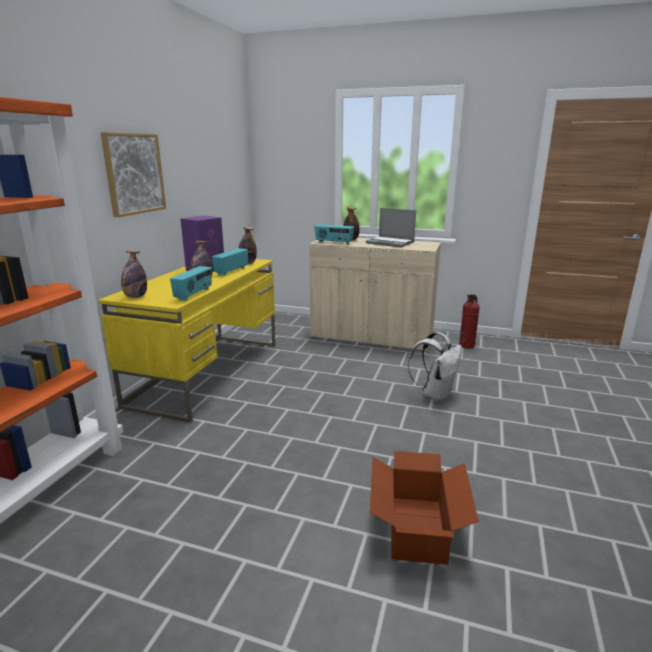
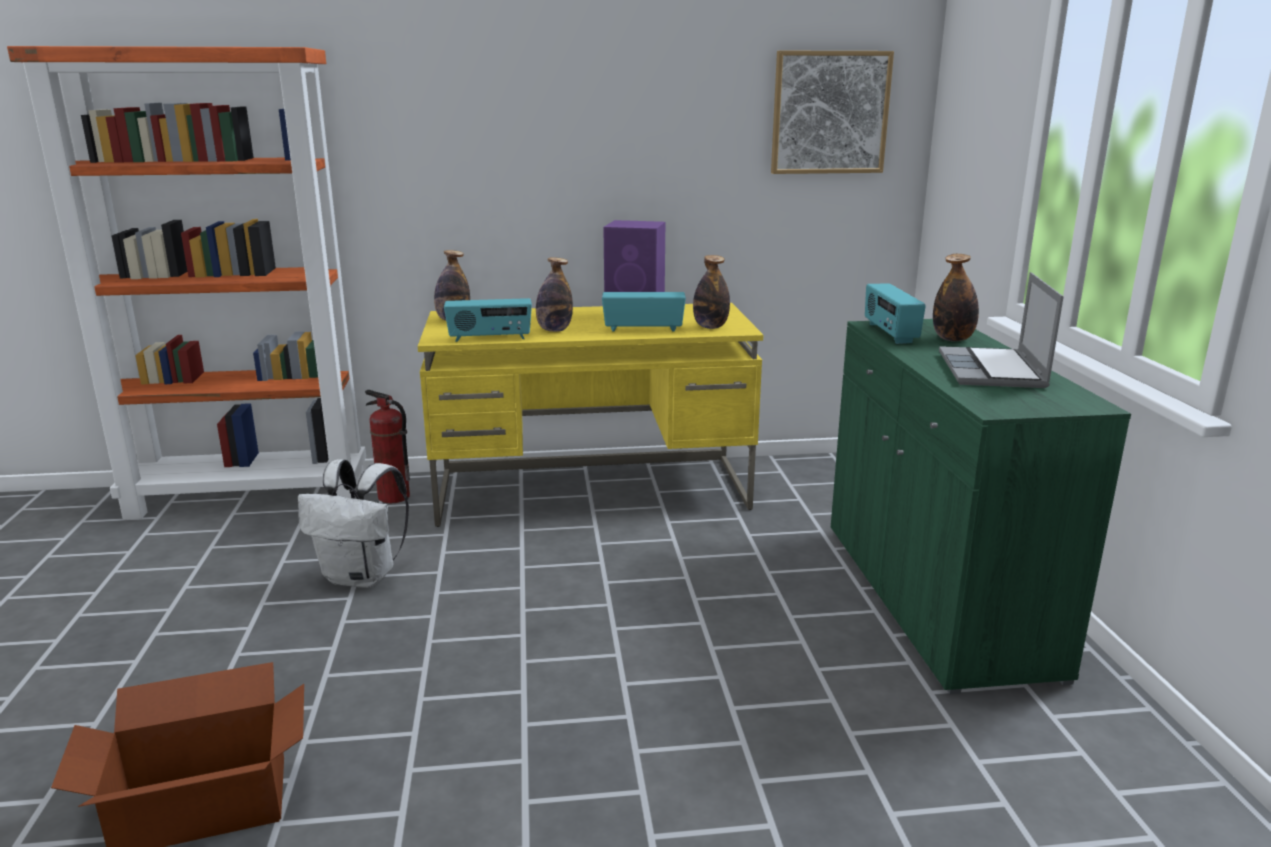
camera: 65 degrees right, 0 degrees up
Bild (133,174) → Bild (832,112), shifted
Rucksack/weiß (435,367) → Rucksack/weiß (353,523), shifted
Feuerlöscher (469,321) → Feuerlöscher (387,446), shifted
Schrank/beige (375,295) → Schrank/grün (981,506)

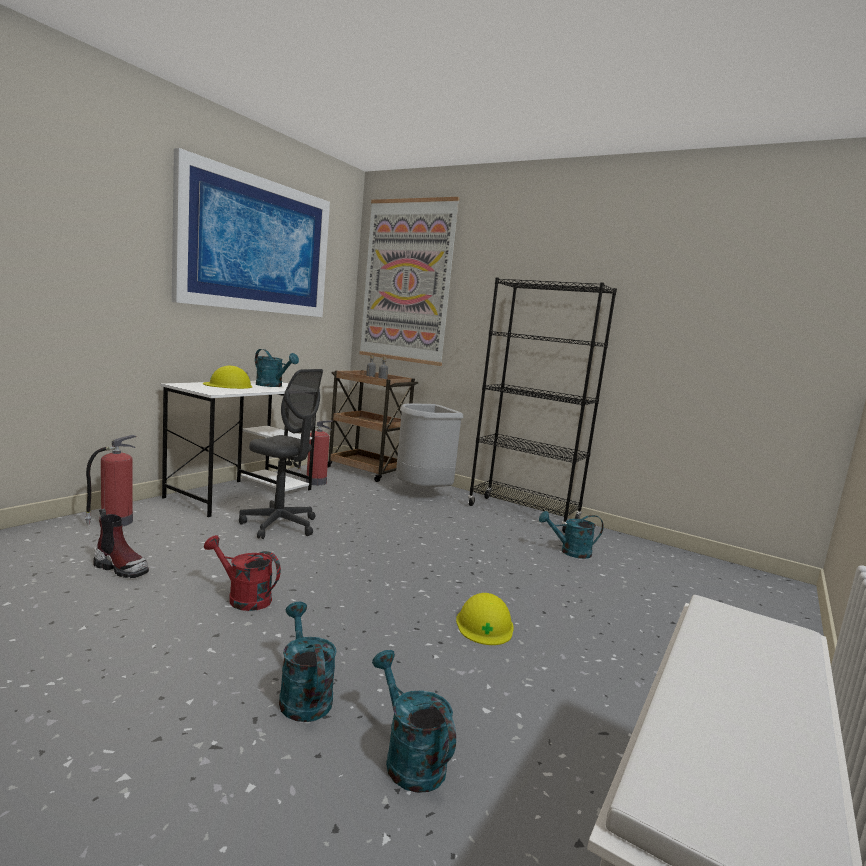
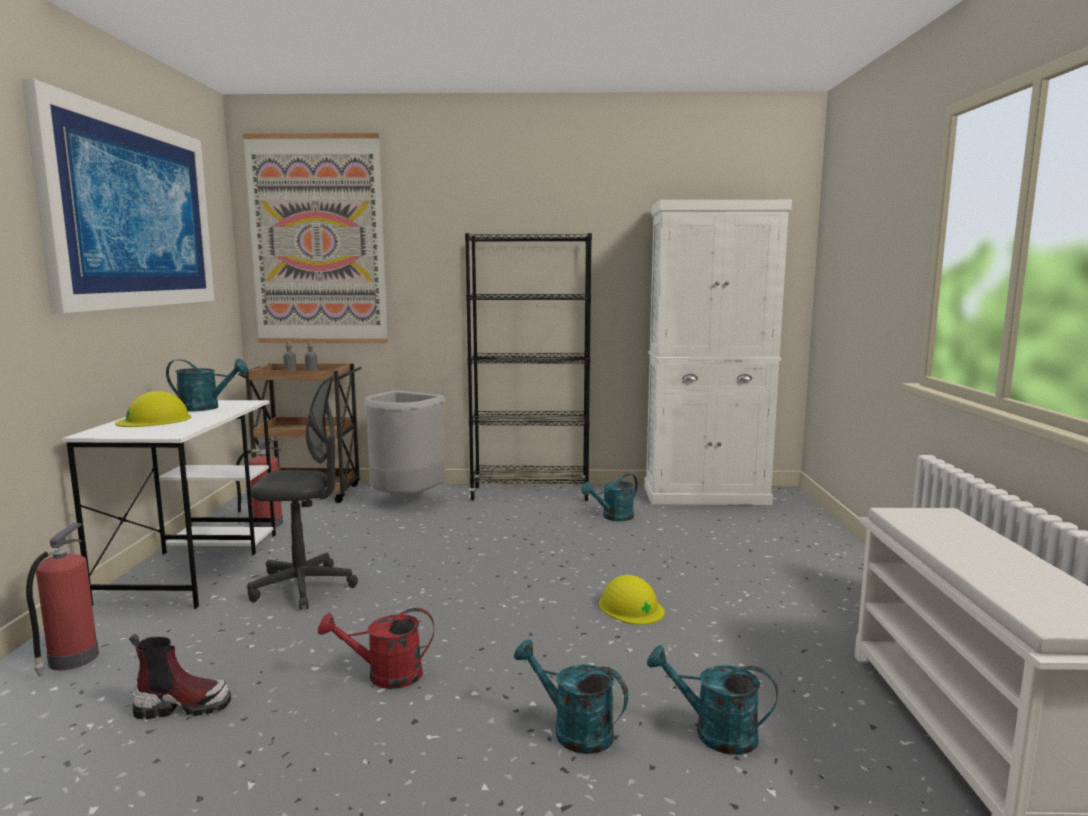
camera: 30 degrees left, 0 degrees up
- → Schrank/weiß (718,352)

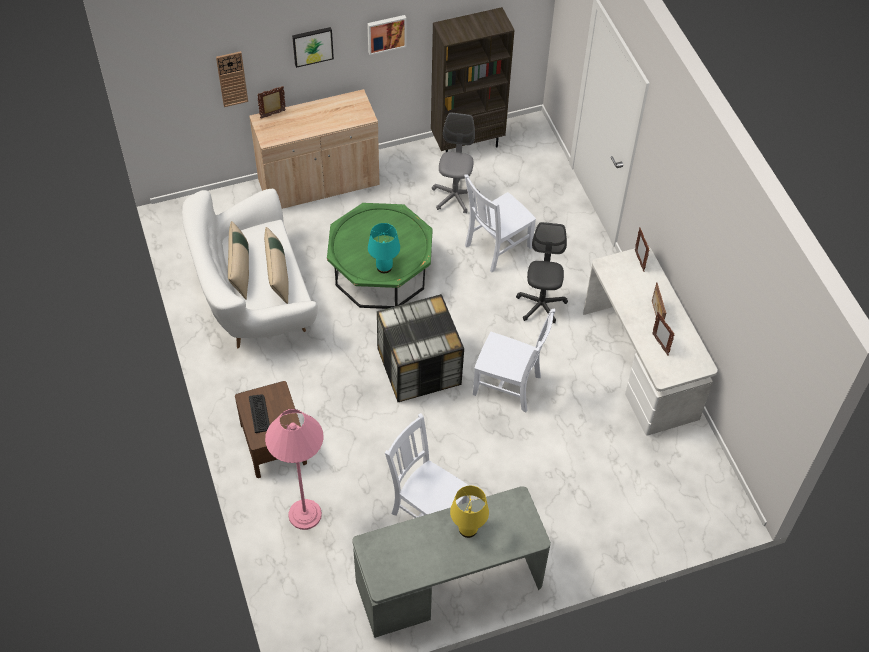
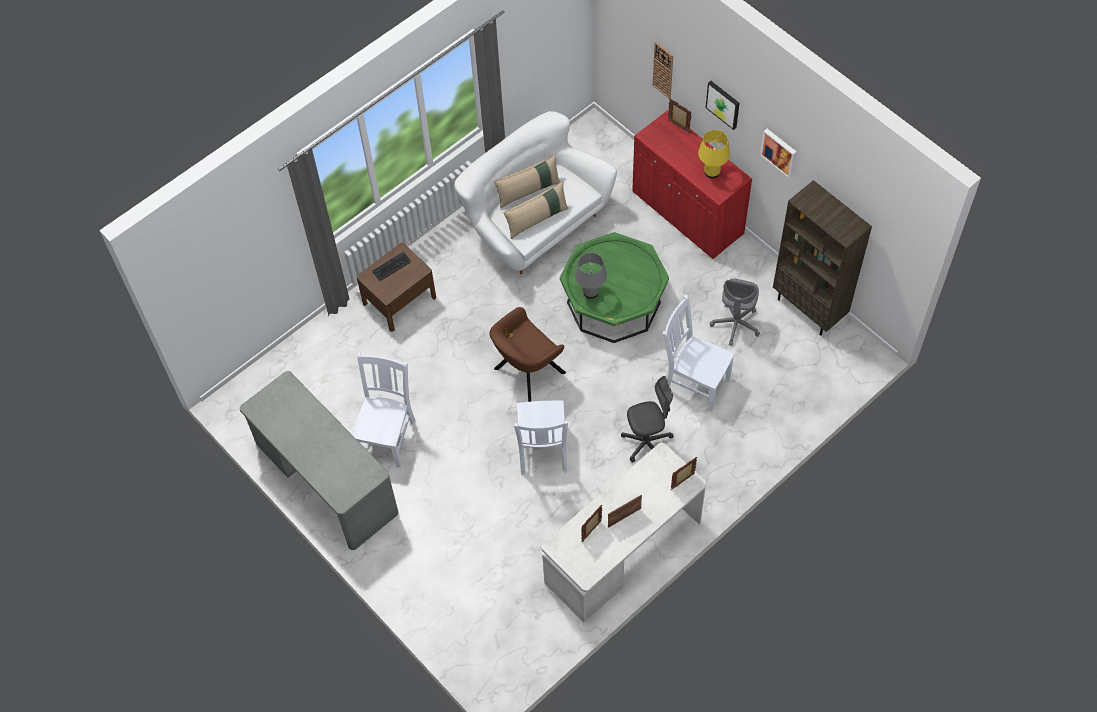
camera: 70 degrees right, 5 degrees up
Stehlampe/rosa (294,469) → -
Tischlampe/gelb (469,512) → Tischlampe/gelb (714,154), shifted
Aufbewahrungsbox (420,348) → Sessel/braun (527,354)
Schrank/beige (314,149) → Schrank/rot (692,184)
Tischlampe/türkis (384,248) → Tischlampe/grau (591,276)
Bürostuhl/grau (456,162) → Bürostuhl/grau (735,312), 120 degrees clockwise

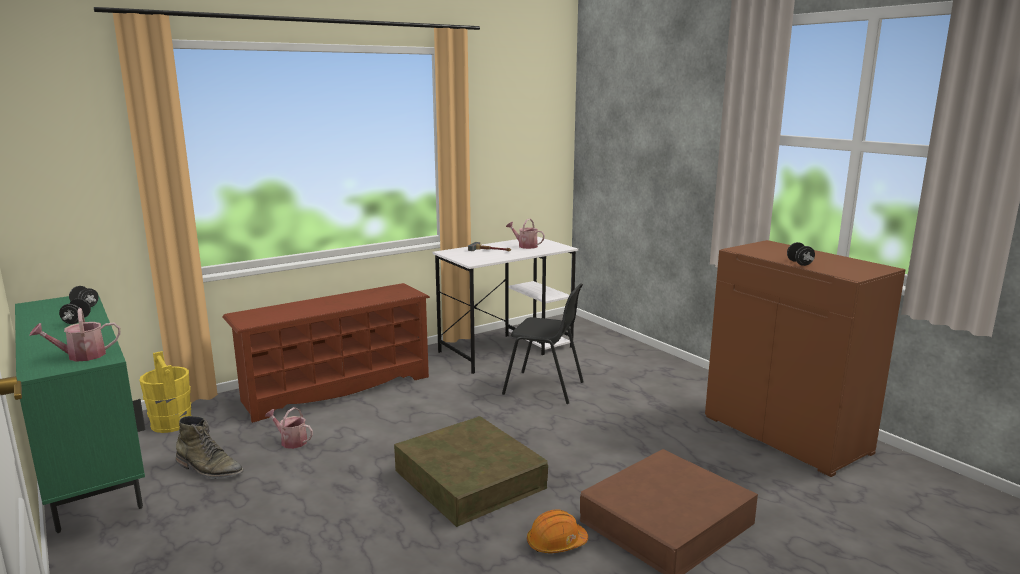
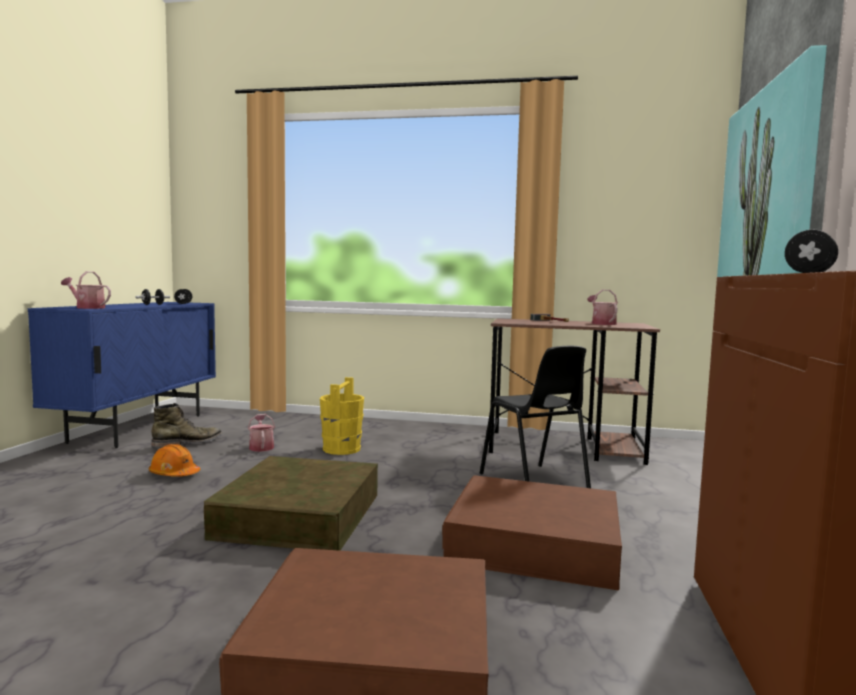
camera: 45 degrees right, 10 degrees down
Schuhregal/braun (326,353) → -
- → Aufbewahrungsbox/braun (532,532)
- → Bild (772,161)
Eimer/gelb (165,392) → Eimer/gelb (342,416), shifted
Schutzhelm/orange (557,531) → Schutzhelm/orange (174,460), shifted
Schrank/grün (80,412) → Schrank/blau (122,375)
Schreibtisch/weiß (505,305) → Schreibtisch/braun (574,391)
Stiefel/grün (210,447) → Stiefel/grün (186,425), 120 degrees counterclockwise

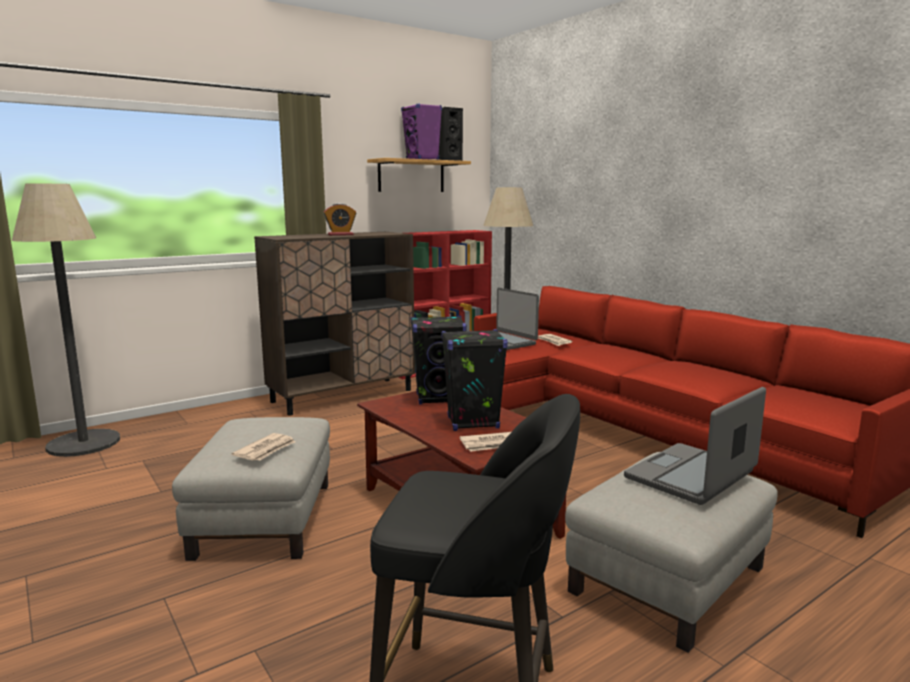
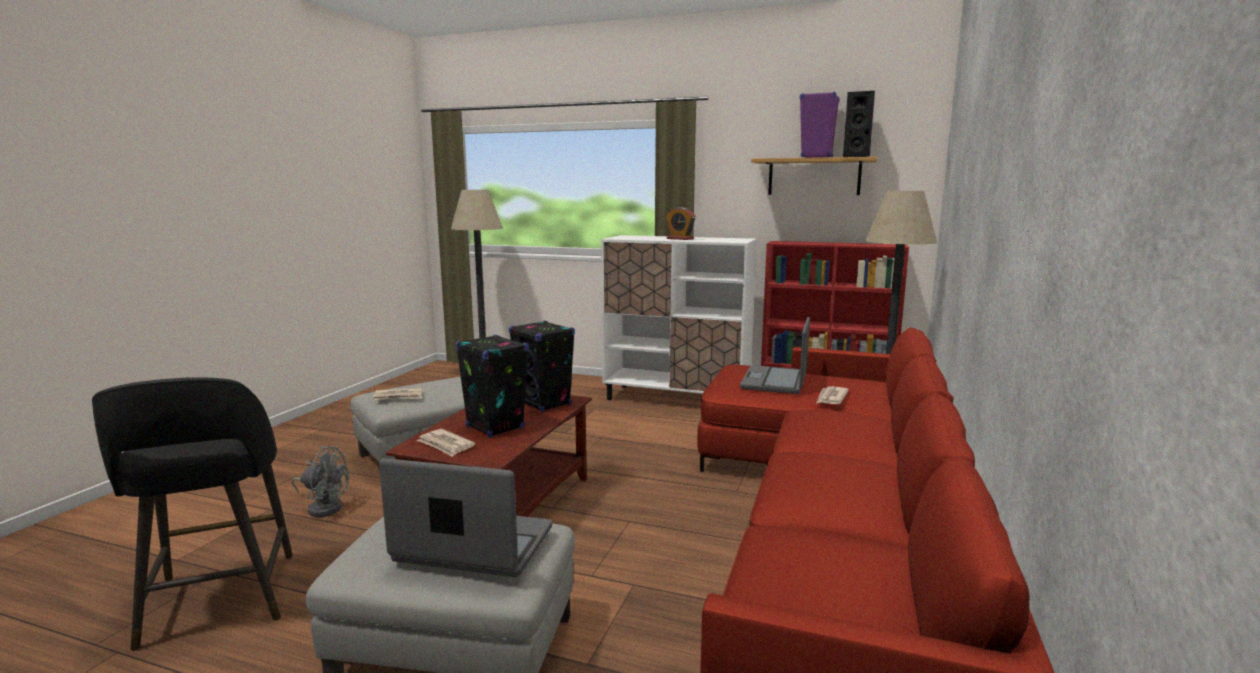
camera: 55 degrees right, 0 degrees up
- → Ventilator/grau (320,481)
Schrank/braun (334,324) → Schrank/weiß (679,317)

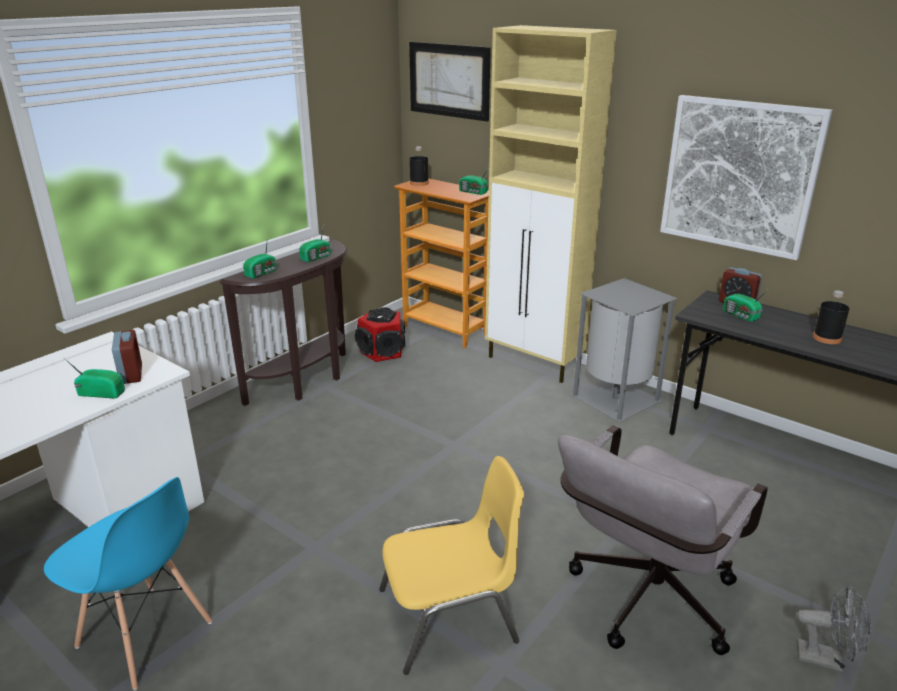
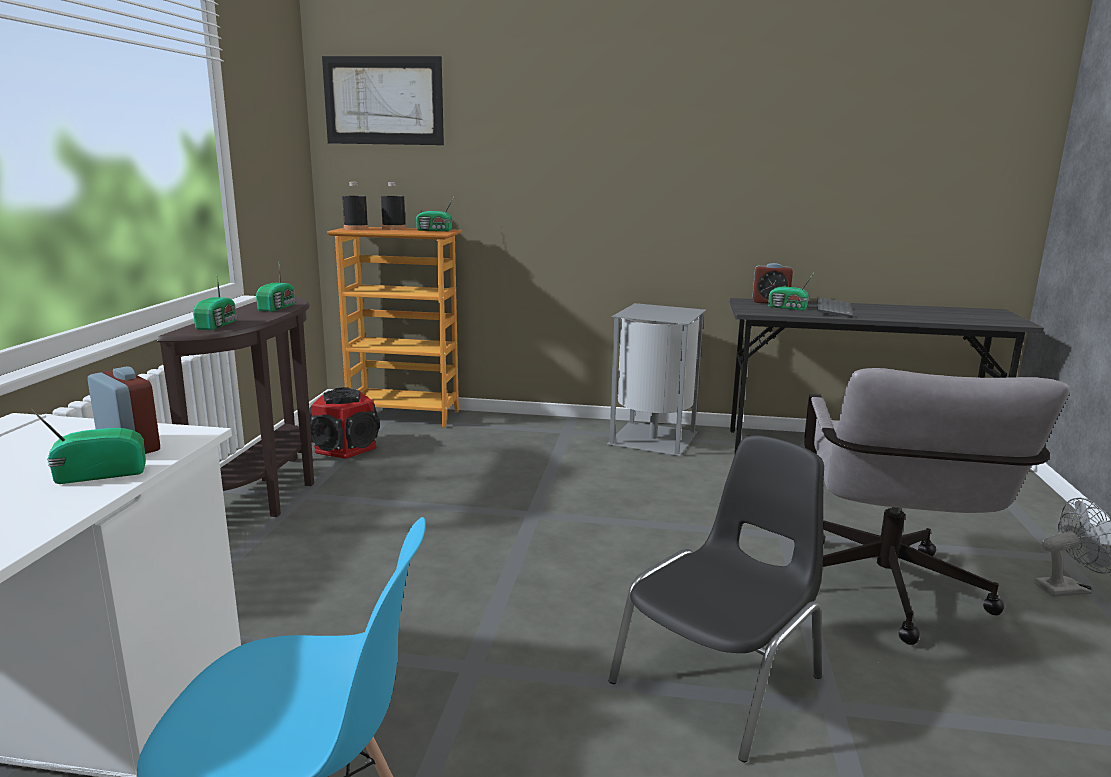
camera: 30 degrees left, 10 degrees down
Schrank/beige (551,204) → -
Bild (746,177) → -
- → Tastatur (835,307)
Flasche/schwarz (831,317) → Flasche/schwarz (393,206), shifted
Stuhl/gelb (451,565) → Stuhl/schwarz (716,598)

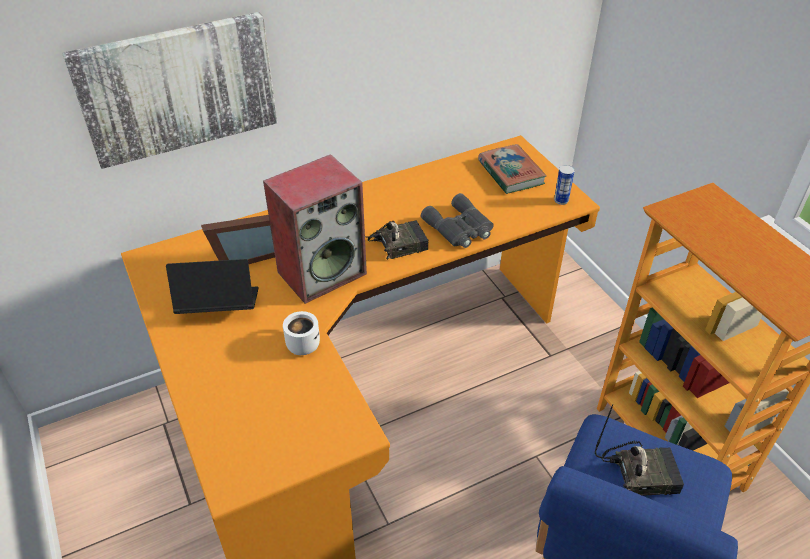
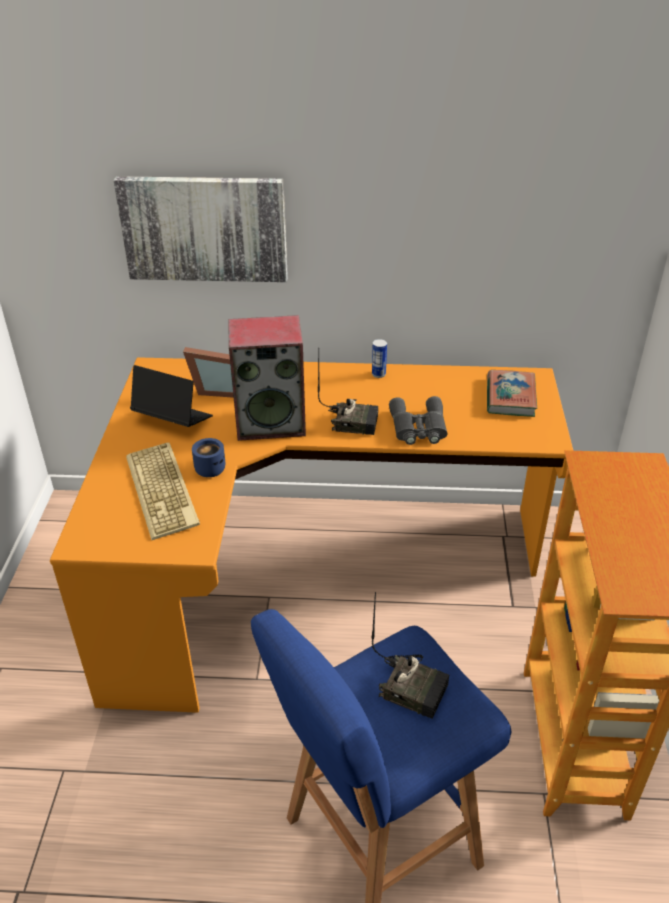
camera: 30 degrees right, 5 degrees down
- → Tastatur (163,491)
Dose (564,185) → Dose (379,358), shifted
Henkelbecher/weiß (301,333) → Henkelbecher/blau (208,457)

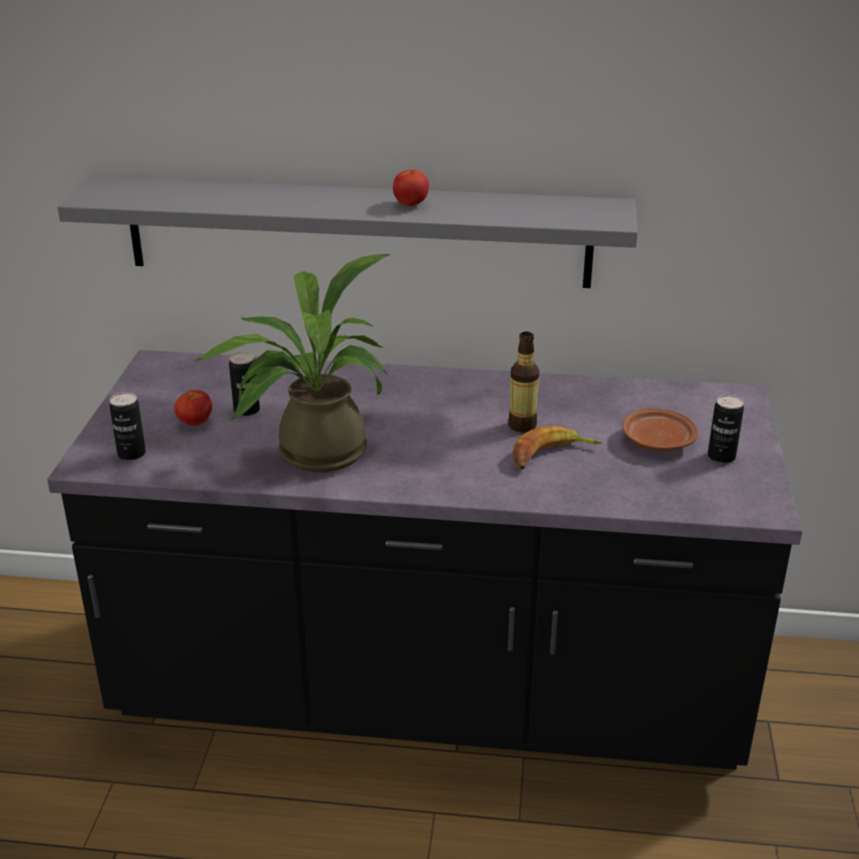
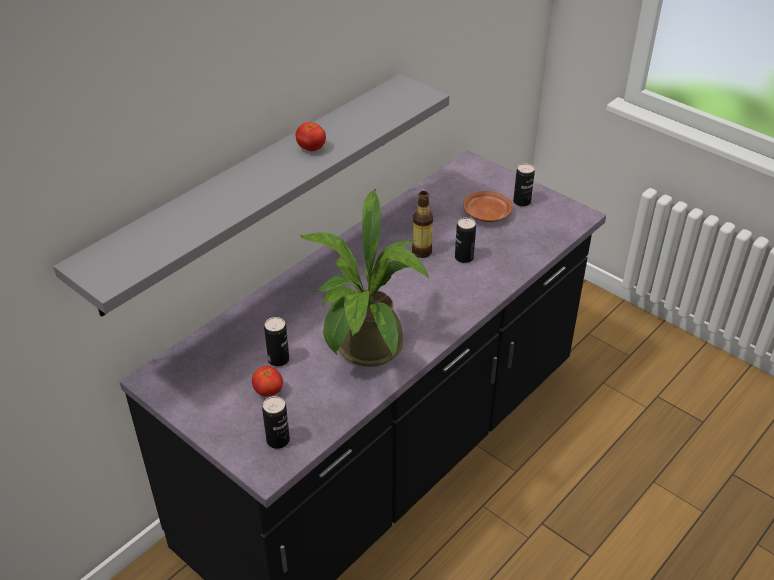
camera: 55 degrees left, 10 degrees up
Banane (557,447) → Dose (465,240)

